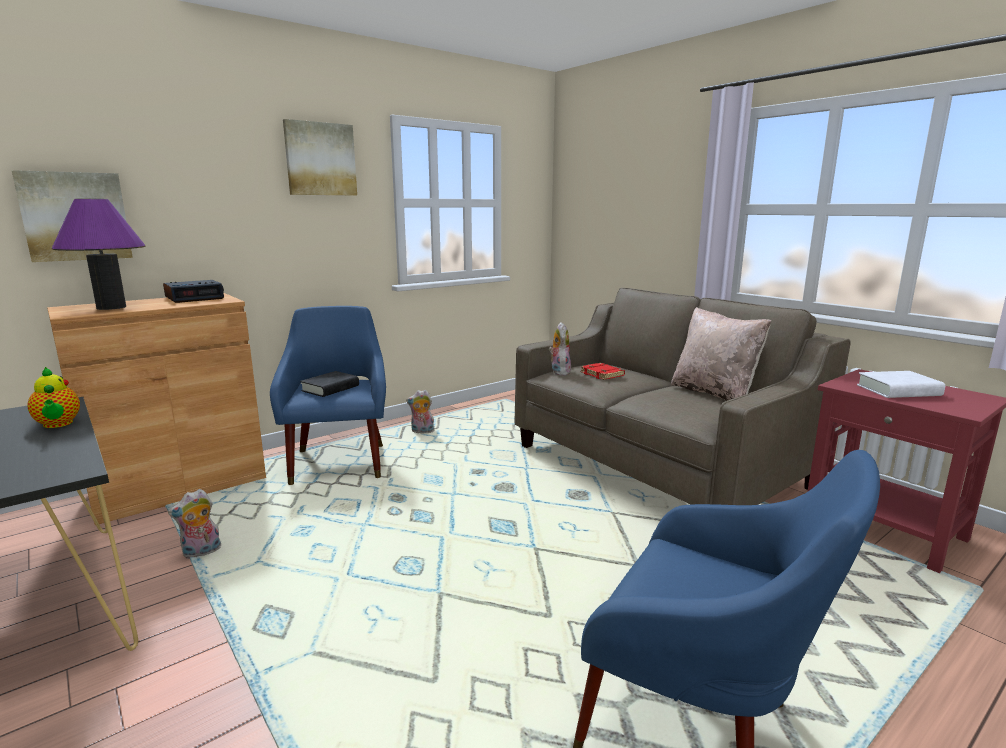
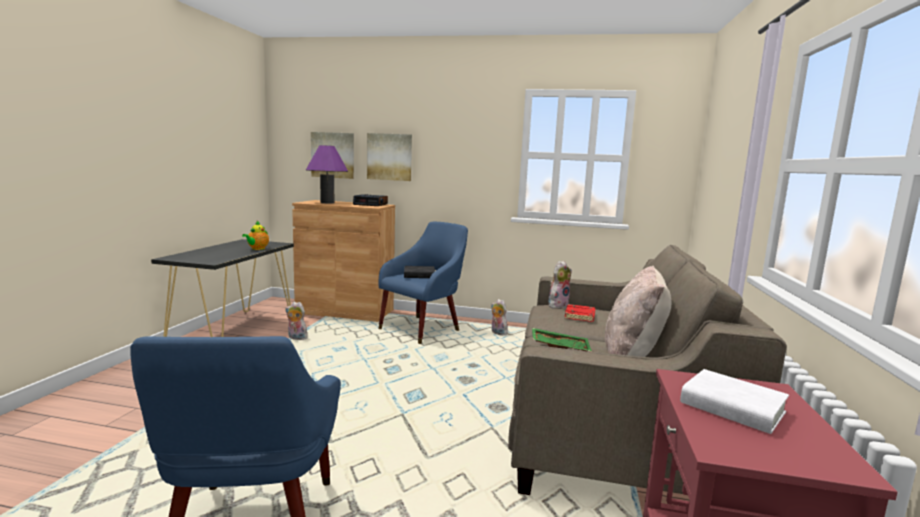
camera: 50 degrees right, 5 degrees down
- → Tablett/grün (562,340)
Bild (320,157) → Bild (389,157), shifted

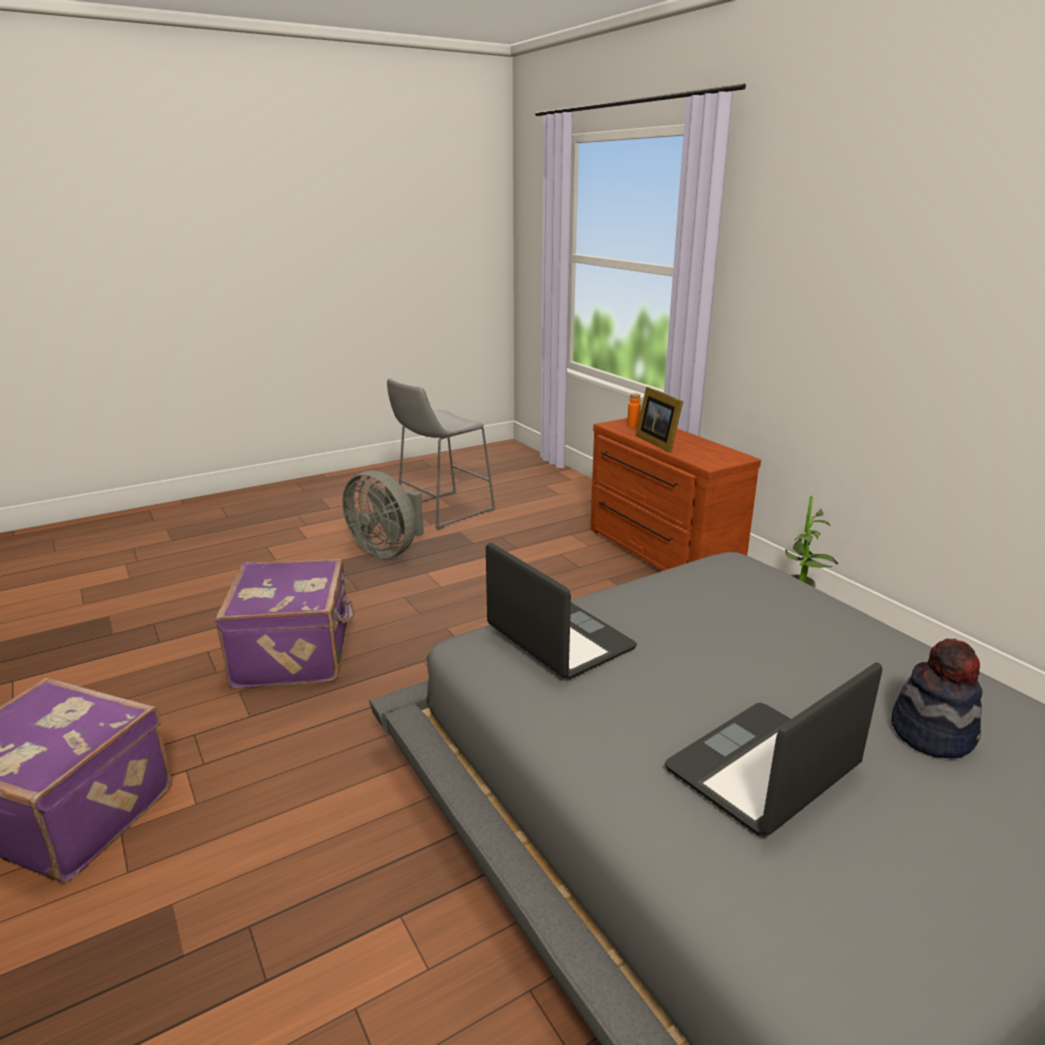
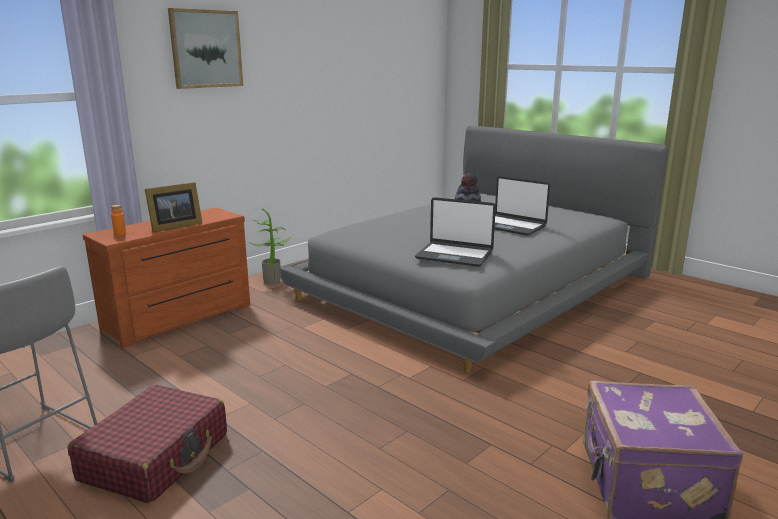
camera: 105 degrees left, 5 degrees down
Koffer/lila (285,623) → -
- → Bild (205,48)
Ventilator/grau (383,514) → Koffer/rot (147,444)
Laptop (561,611) → Laptop (455,232), 105 degrees counterclockwise

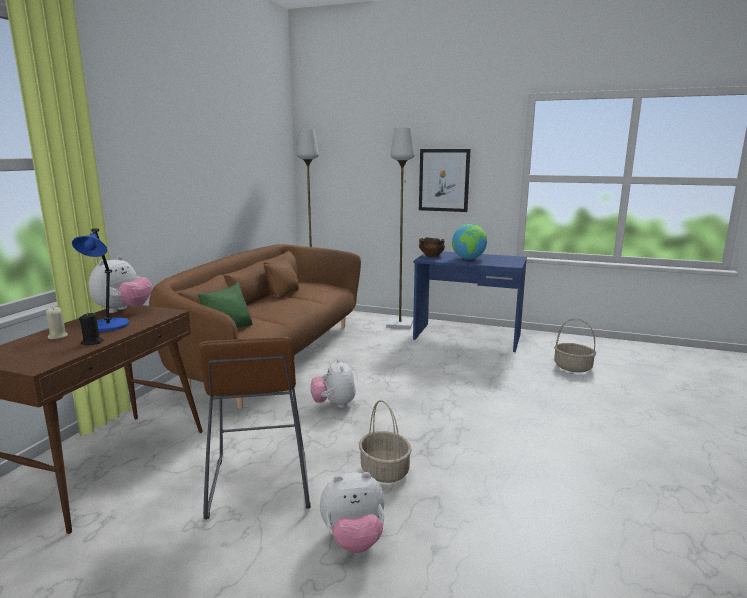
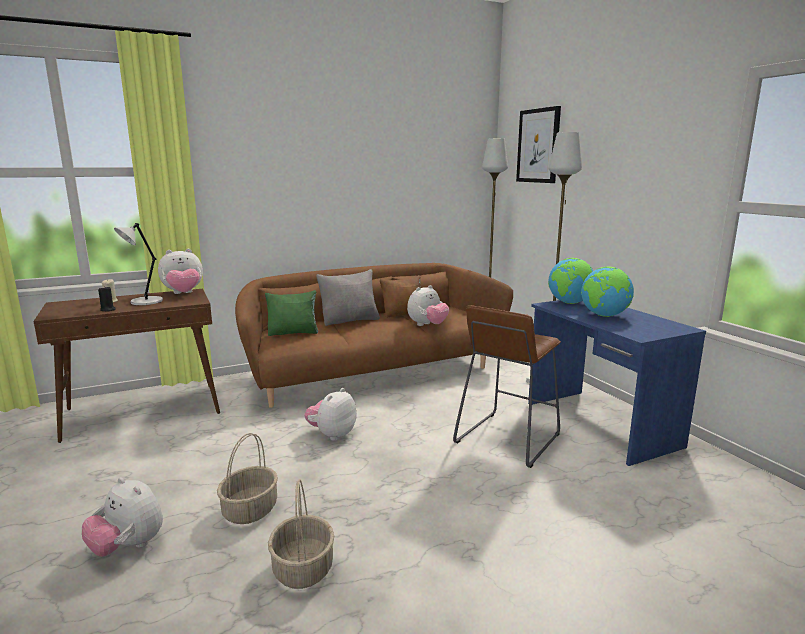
camera: 45 degrees right, 0 degrees up
- → Kissen/grau (348,297)
- → Plüschtier (428,305)
Hocker/braun (254,428) → Hocker/braun (507,386), shifted
Bild (445,180) → Bild (538,144), shifted
Korb (575,345) → Korb (301,534), shifted
Schüssel (432,247) → Globus (570,281)
Tischlampe/blau (100,280) → Tischlampe/grau (138,264)

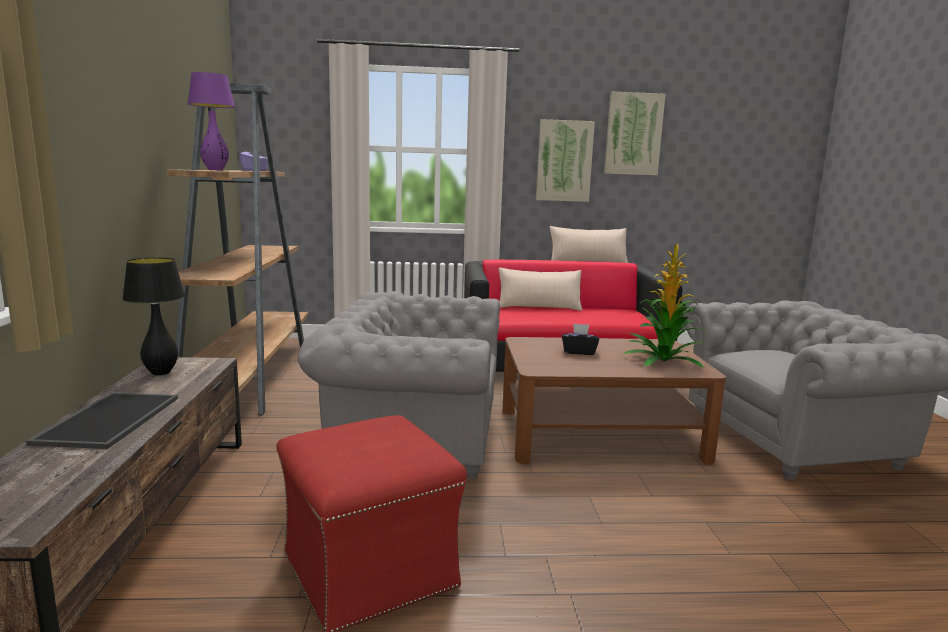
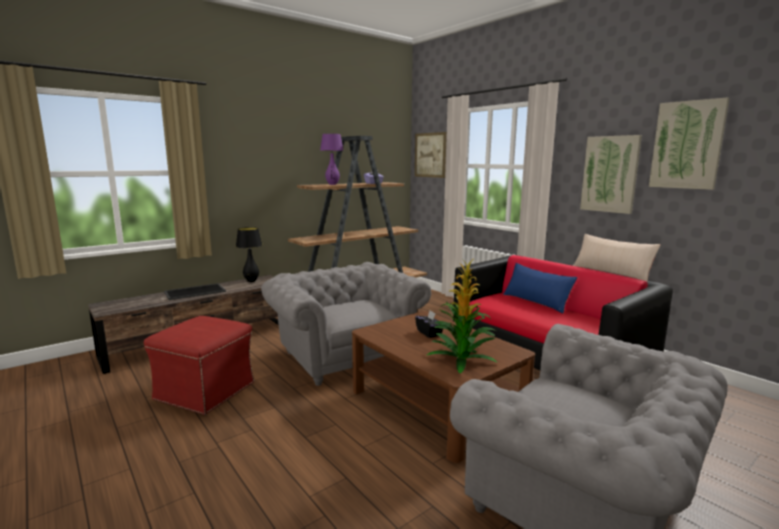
camera: 55 degrees right, 0 degrees up
- → Bild (431,155)
Kissen/beige (540,289) → Kissen/blau (540,288)

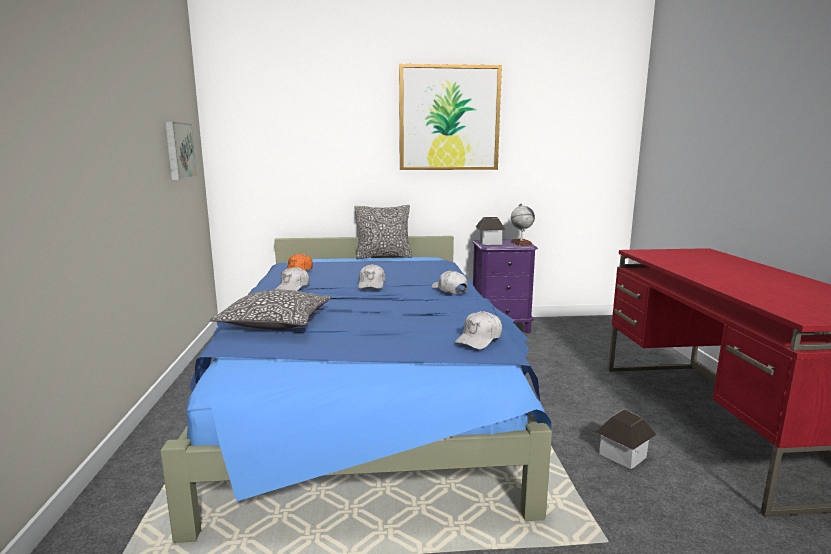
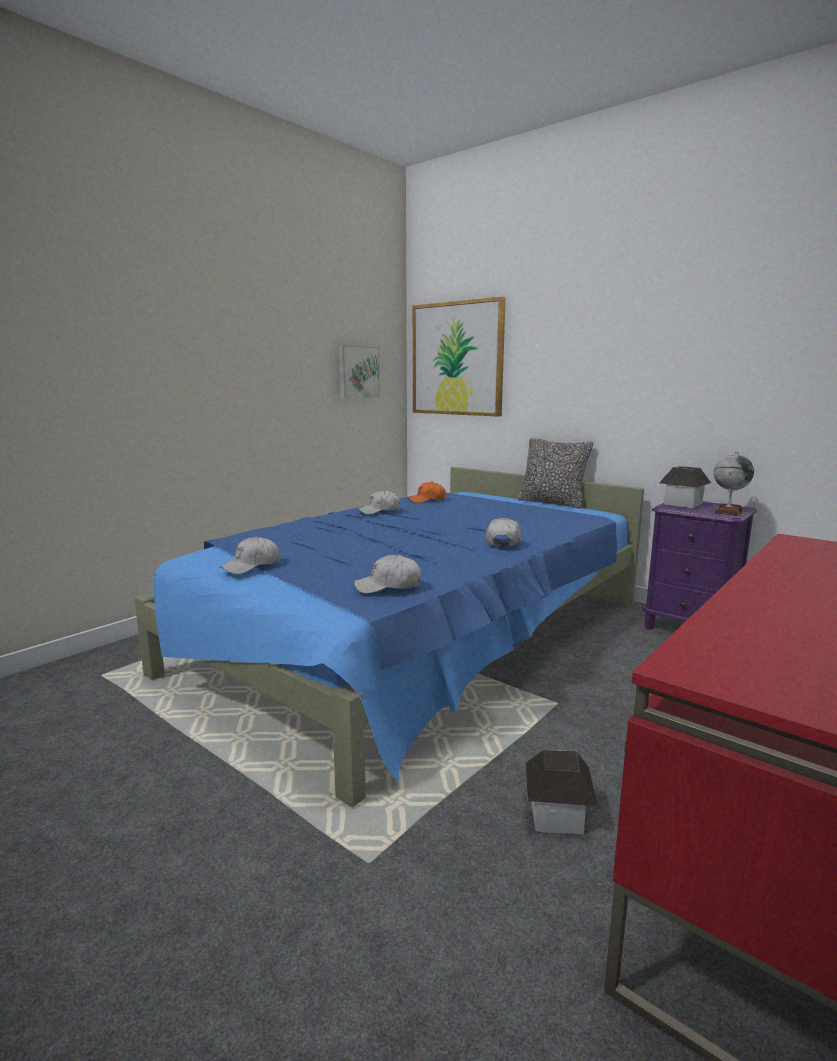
camera: 45 degrees right, 0 degrees up
Kissen (270,309) → -
Kappe/weiß (372,276) → Kappe/weiß (249,555), shifted
Bild (450,117) → Bild (459,356), shifted

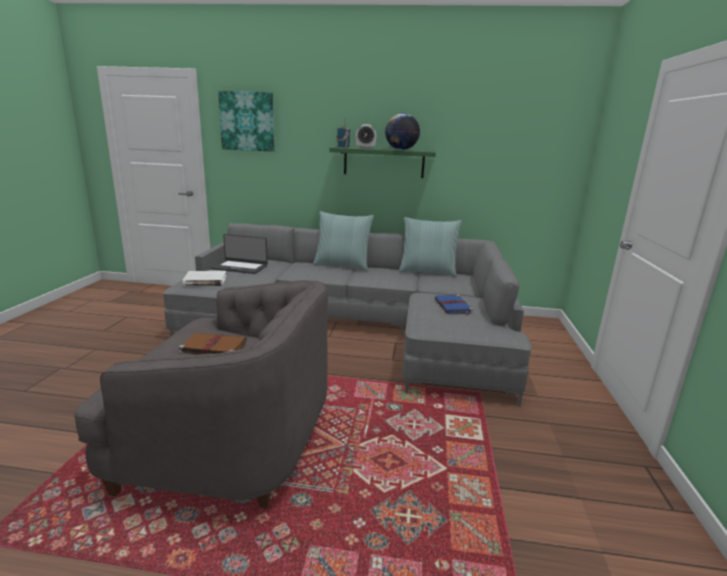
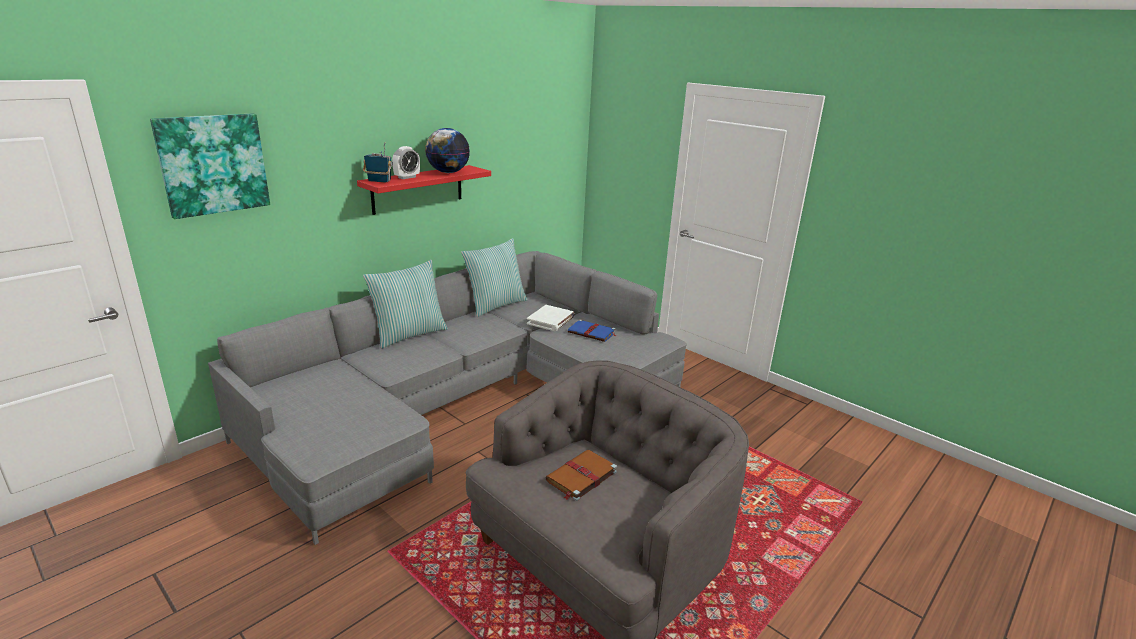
camera: 55 degrees left, 5 degrees up
Laptop (239,254) → -
Buch/weiß (205,278) → Buch/weiß (551,318), shifted
Wandregal/grün (382,162) → Wandregal/rot (424,190)

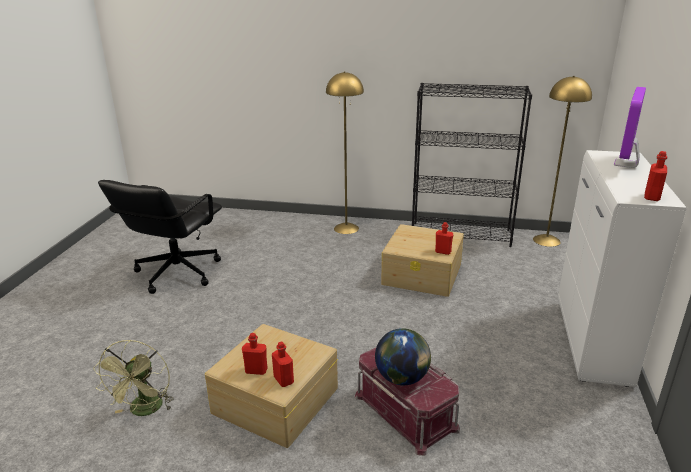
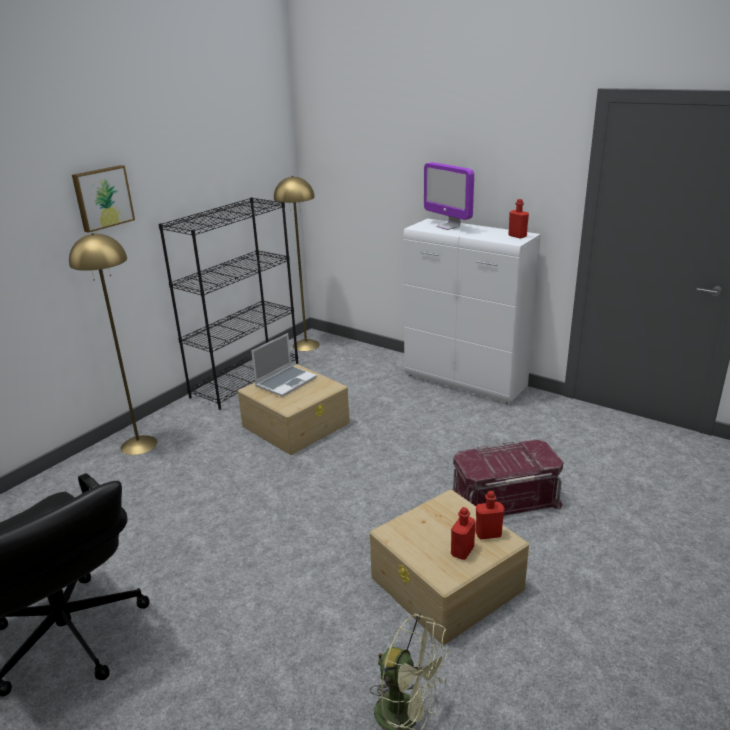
camera: 65 degrees left, 0 degrees up
Globus (403,356) → -
Flasche/rot (444,238) → -
- → Bild (103,199)
- → Laptop (284,365)

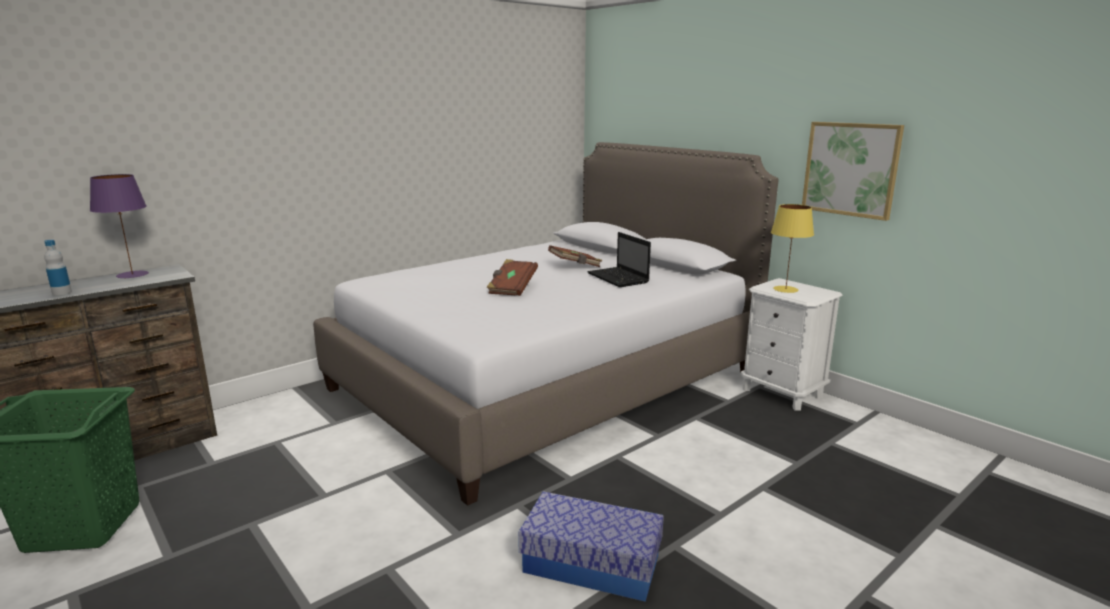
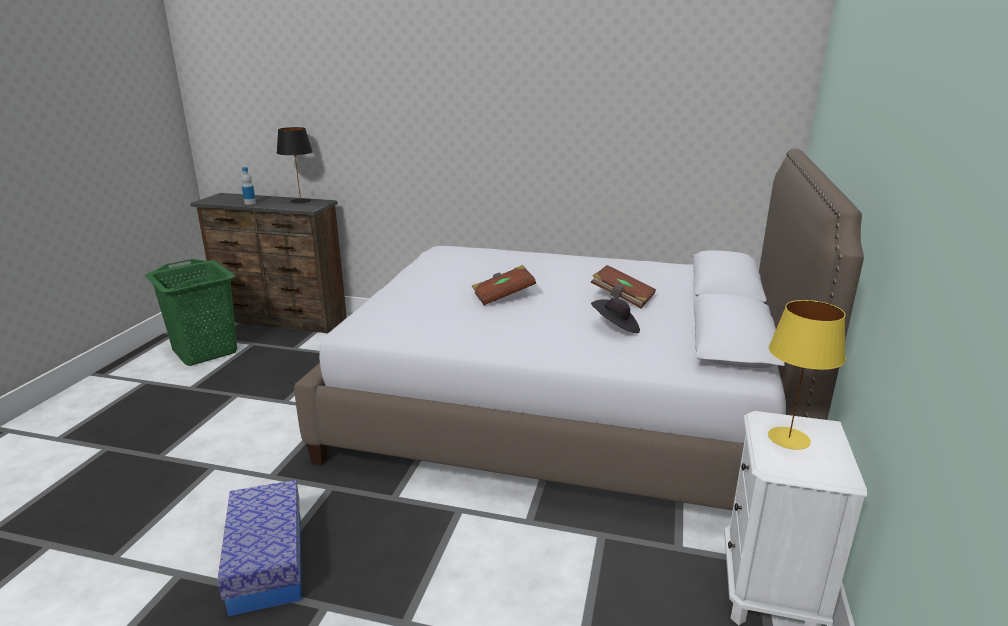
camera: 55 degrees right, 5 degrees up
Bild (853,171) → -
Laptop (619,259) → Hut/schwarz (615,315)
Tischlampe/lila (119,226) → Tischlampe/schwarz (295,165)

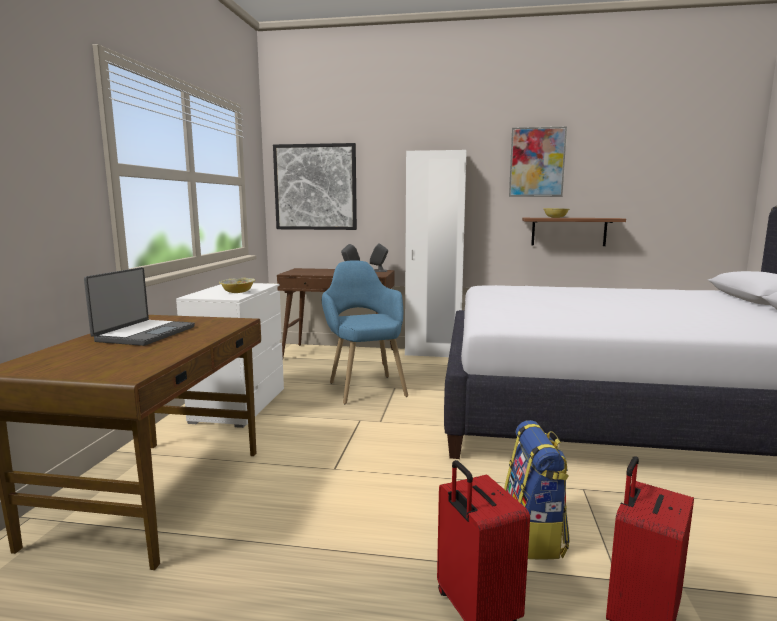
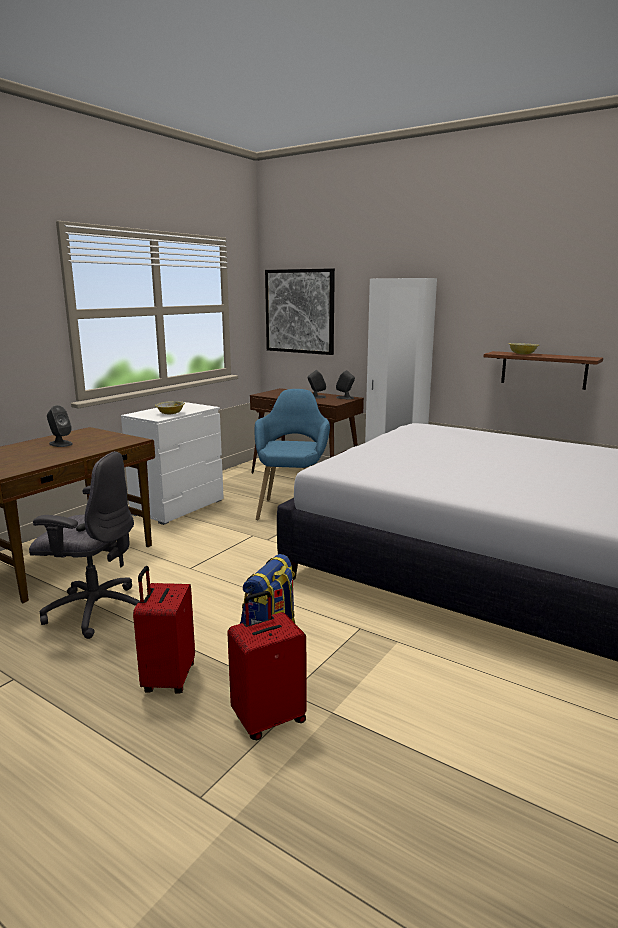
camera: 25 degrees right, 5 degrees up
Bild (538,162) → -
- → Bürostuhl/grau (84,545)
Laptop (139,306) → Lautsprecher/grau (60,426)

